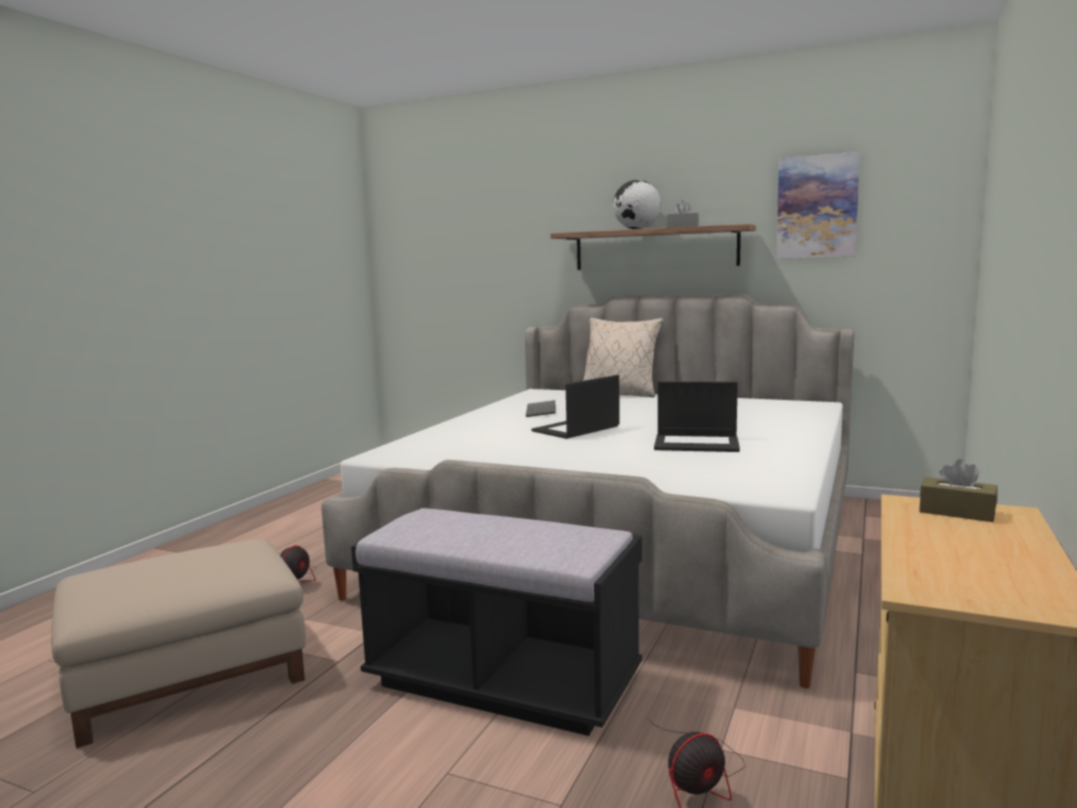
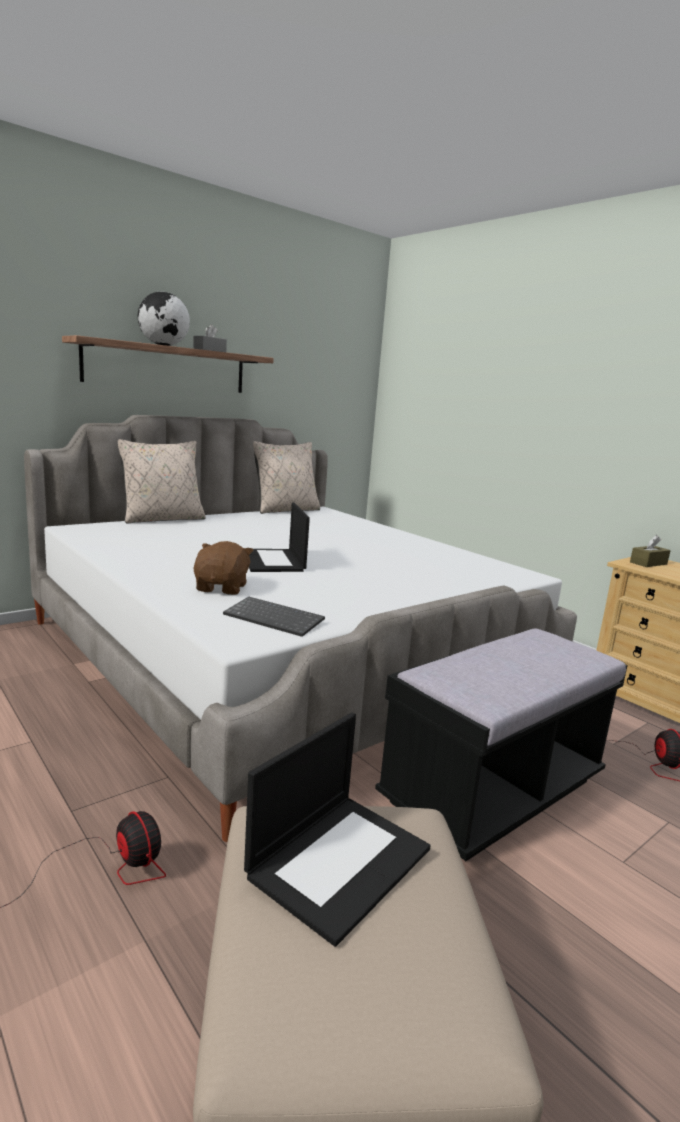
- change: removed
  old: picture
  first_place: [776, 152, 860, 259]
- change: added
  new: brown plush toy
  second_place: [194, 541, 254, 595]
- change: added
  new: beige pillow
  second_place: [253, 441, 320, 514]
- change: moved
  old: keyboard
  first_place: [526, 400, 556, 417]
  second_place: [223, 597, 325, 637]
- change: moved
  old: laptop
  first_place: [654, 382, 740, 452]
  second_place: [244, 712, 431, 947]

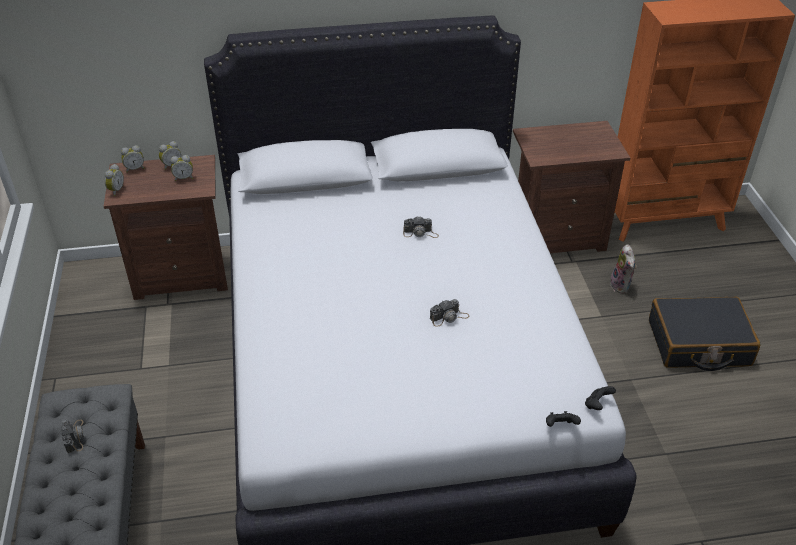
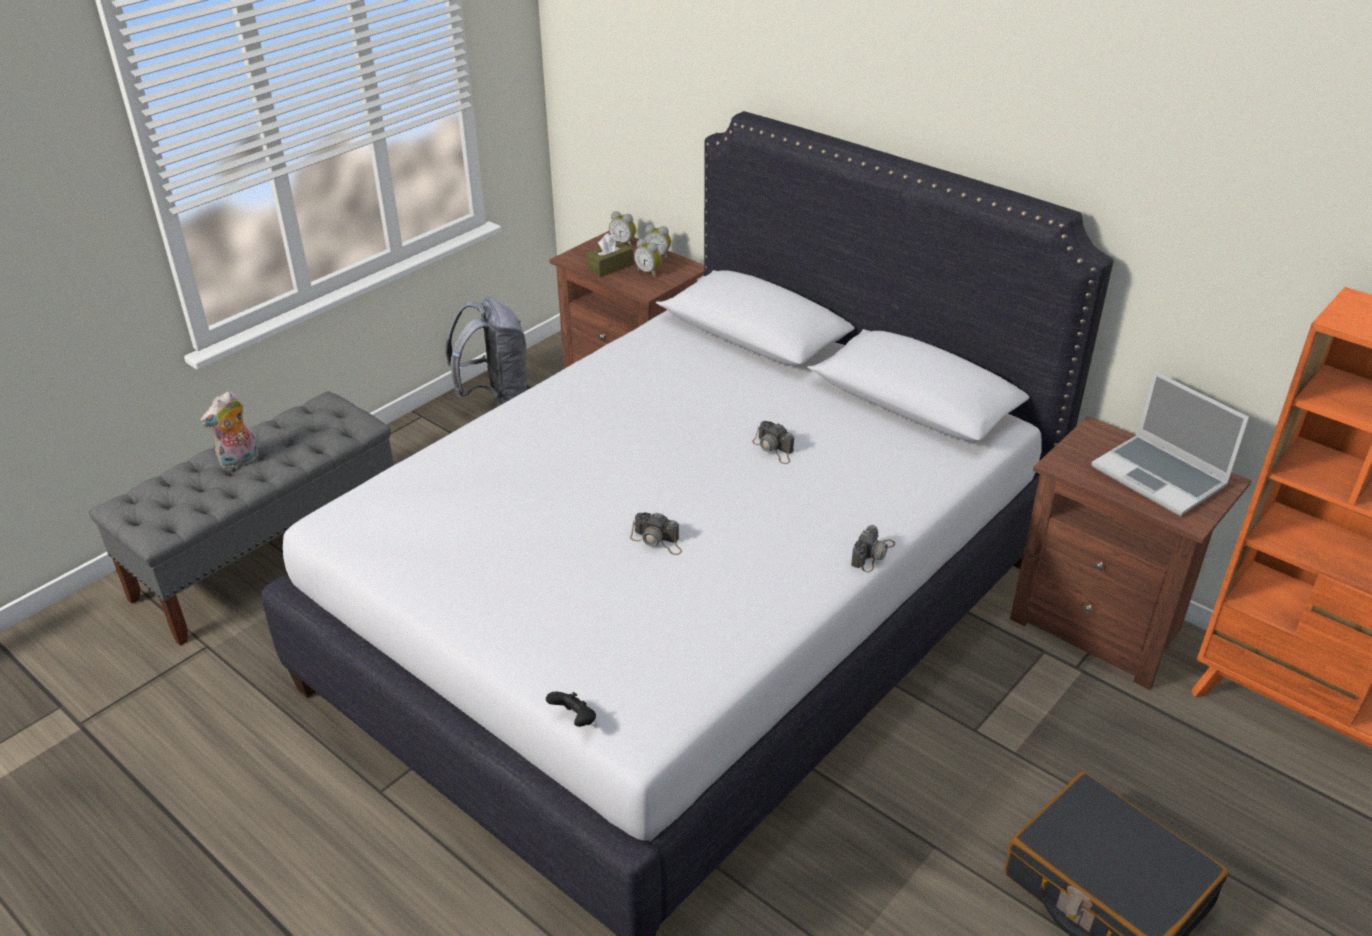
- change: removed
  old: alarm clock
  first_place: [105, 164, 124, 196]
- change: removed
  old: black game controller
  first_place: [585, 386, 616, 410]
- change: added
  new: grey backpack
  second_place: [445, 297, 529, 406]
- change: added
  new: brown tissue box
  second_place: [586, 233, 633, 277]
- change: added
  new: laptop
  second_place: [1091, 371, 1249, 516]
- change: moved
  old: photo camera
  first_place: [61, 419, 84, 453]
  second_place: [851, 525, 895, 572]
- change: moved
  old: plush toy
  first_place: [610, 244, 637, 293]
  second_place: [200, 391, 258, 470]

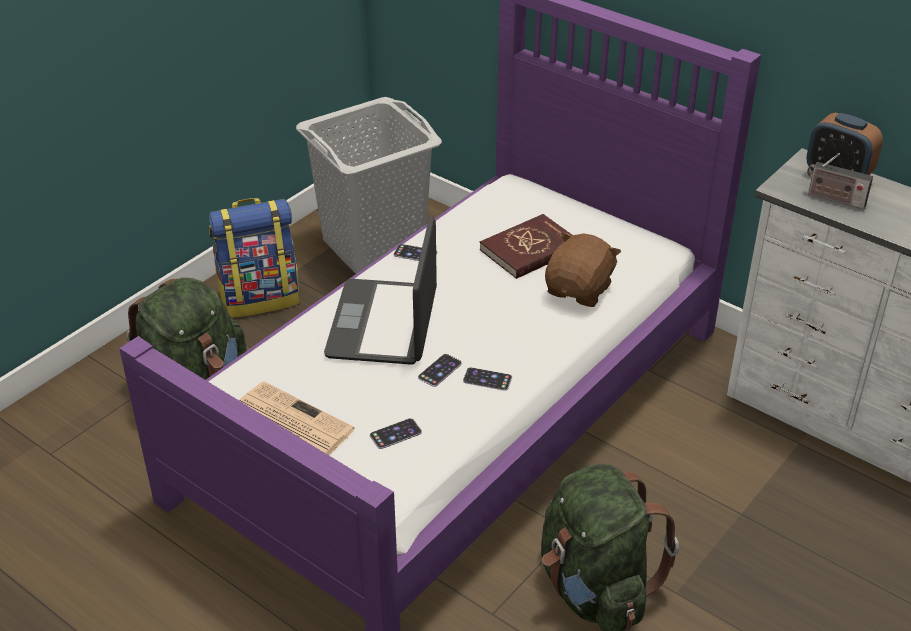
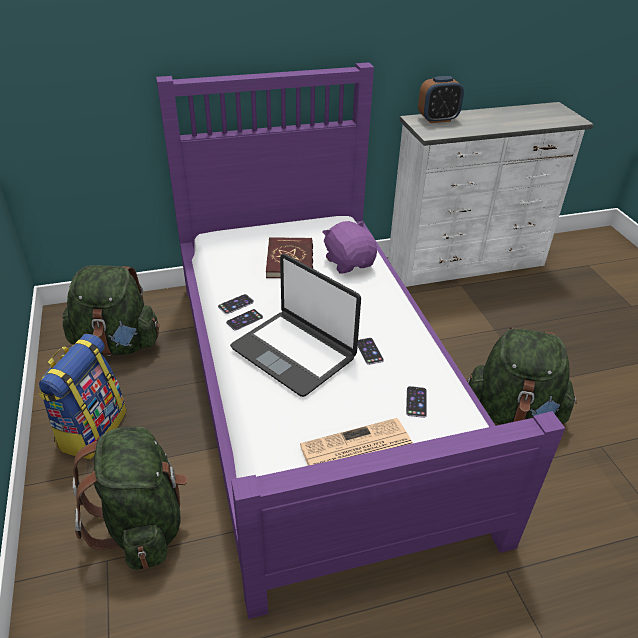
- change: removed
  old: radio
  first_place: [807, 153, 873, 209]
- change: moved
  old: phone
  first_place: [463, 367, 512, 391]
  second_place: [226, 309, 263, 331]
- change: replaced
  old: grey laundry basket
  new: green backpack
  first_place: [296, 97, 442, 274]
  second_place: [62, 265, 160, 356]
- change: recoloured
  old: brown plush toy
  new: purple plush toy
  first_place: [545, 232, 621, 307]
  second_place: [322, 221, 377, 274]

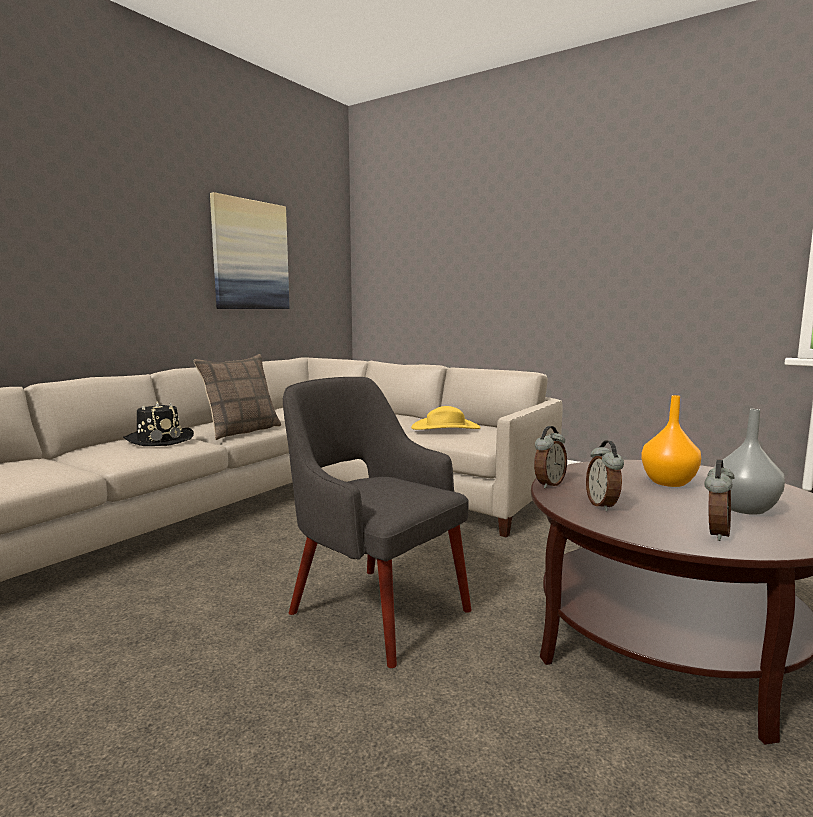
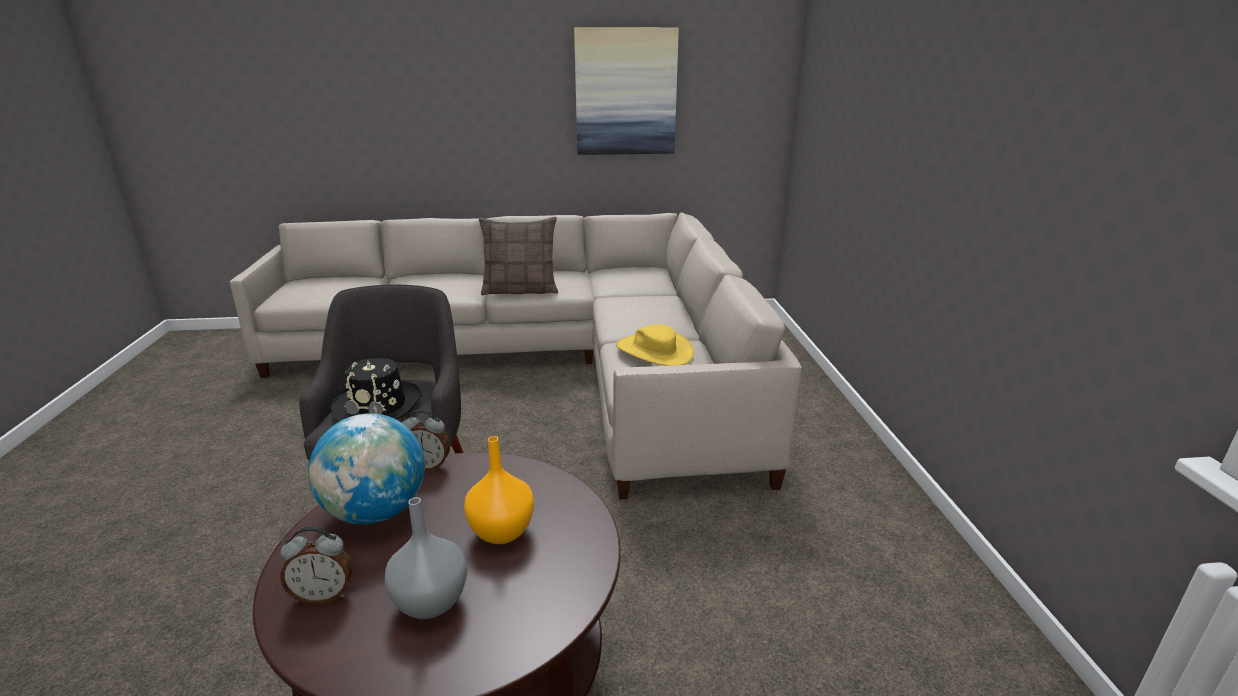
- change: moved
  old: black hat
  first_place: [123, 401, 194, 446]
  second_place: [331, 358, 422, 422]
- change: replaced
  old: alarm clock
  new: globe
  first_place: [586, 440, 624, 511]
  second_place: [308, 413, 425, 525]

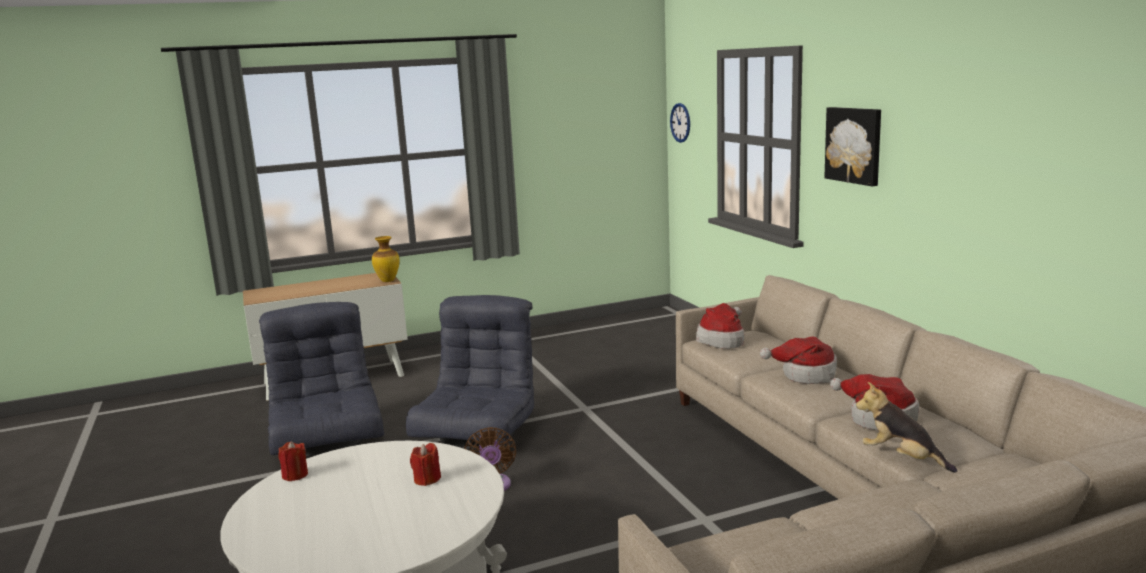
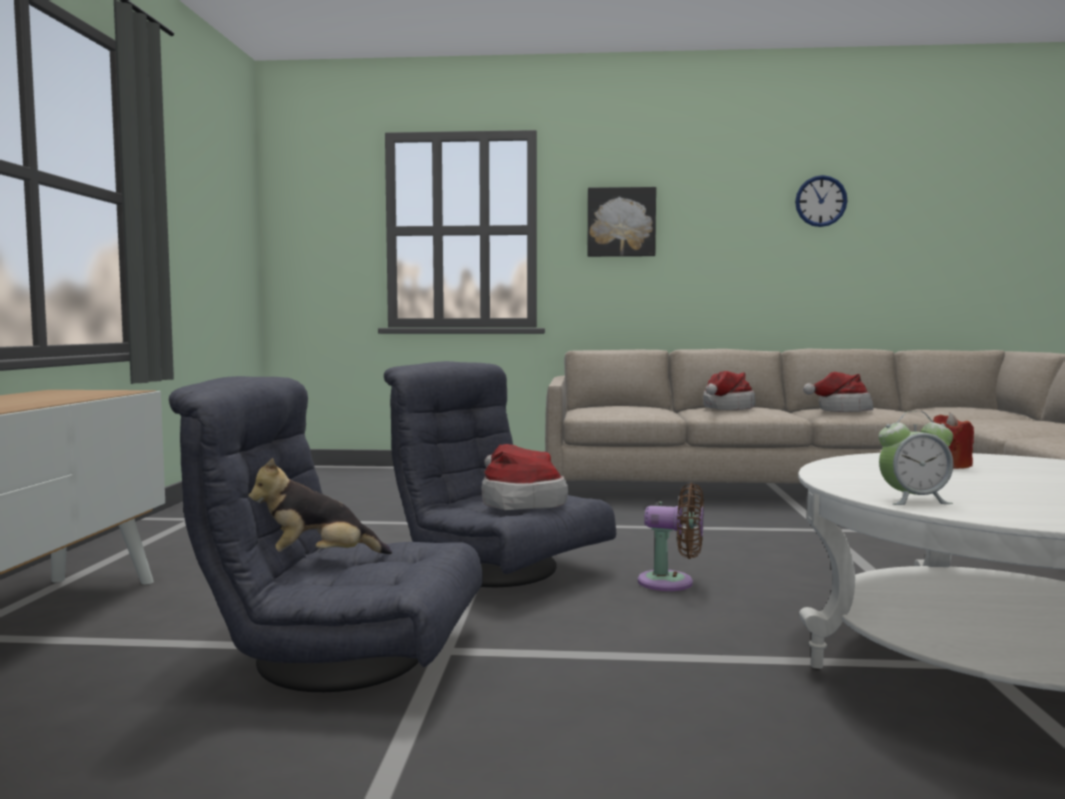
- change: removed
  old: vase
  first_place: [372, 236, 400, 282]
- change: moved
  old: wall clock
  first_place: [670, 103, 690, 143]
  second_place: [795, 175, 848, 227]
- change: moved
  old: hat
  first_place: [696, 303, 744, 349]
  second_place: [481, 444, 568, 510]
- change: moved
  old: plush toy
  first_place: [856, 382, 957, 473]
  second_place: [248, 458, 392, 554]
- change: replaced
  old: red candle
  new: alarm clock
  first_place: [278, 441, 308, 481]
  second_place: [879, 411, 953, 505]

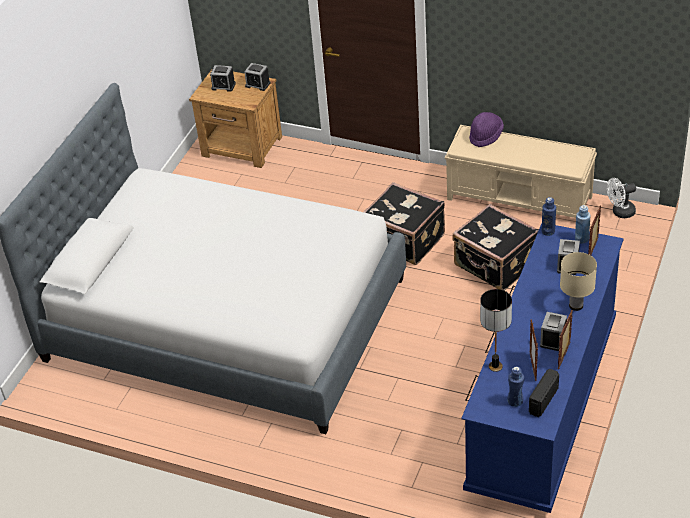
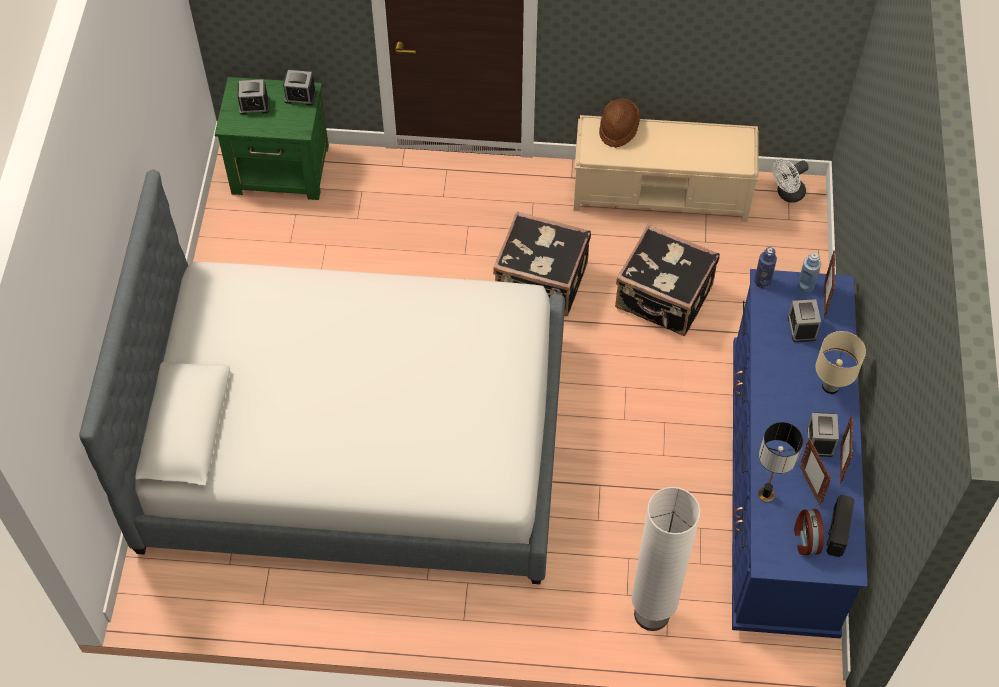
- change: added
  new: white floor lamp
  second_place: [631, 487, 700, 631]
- change: replaced
  old: blue bottle
  new: alarm clock
  first_place: [508, 367, 524, 407]
  second_place: [794, 509, 824, 555]
- change: recoloured
  old: brown nightstand
  new: green nightstand
  first_place: [189, 68, 282, 168]
  second_place: [215, 77, 329, 200]
- change: recoloured
  old: purple hat
  new: brown hat
  first_place: [469, 112, 504, 147]
  second_place: [599, 98, 641, 148]

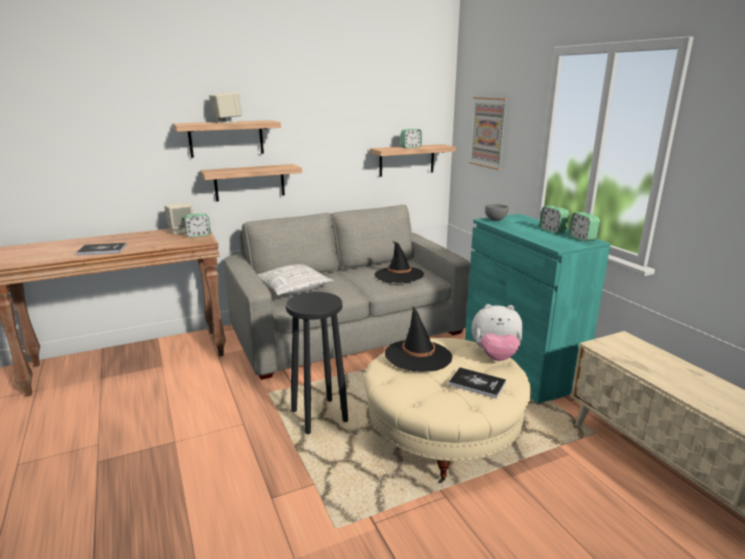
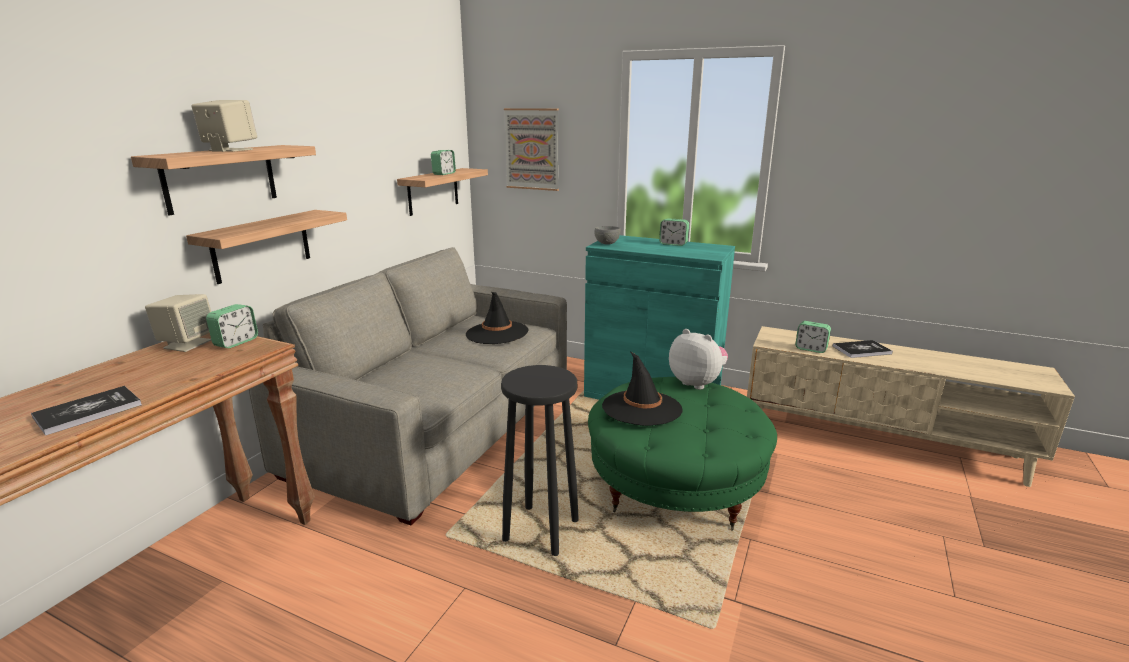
- change: removed
  old: pillow
  first_place: [257, 264, 334, 295]
- change: moved
  old: book
  first_place: [449, 367, 506, 399]
  second_place: [833, 340, 893, 358]
- change: moved
  old: alarm clock
  first_place: [569, 212, 600, 241]
  second_place: [795, 321, 831, 353]
- change: recoloured
  old: beige ottoman
  new: green ottoman
  first_place: [364, 338, 531, 483]
  second_place: [588, 377, 777, 531]
- change: turned
  old: plush toy
  first_place: [472, 304, 523, 361]
  second_place: [669, 329, 728, 390]
  degrees: -105

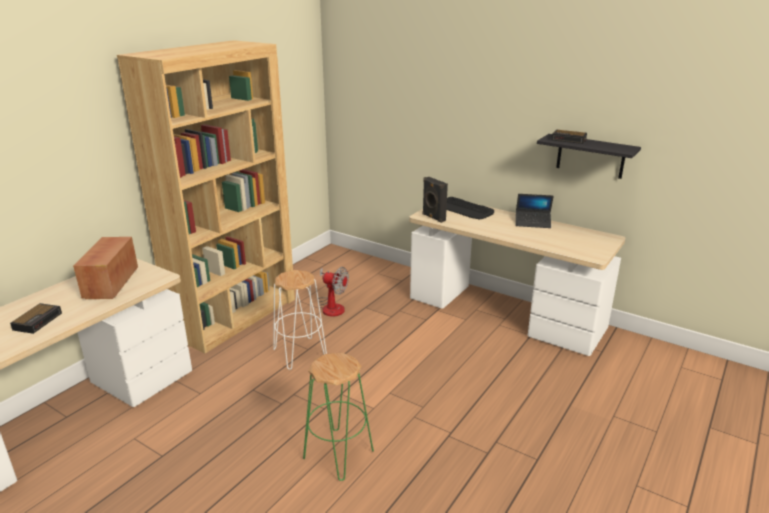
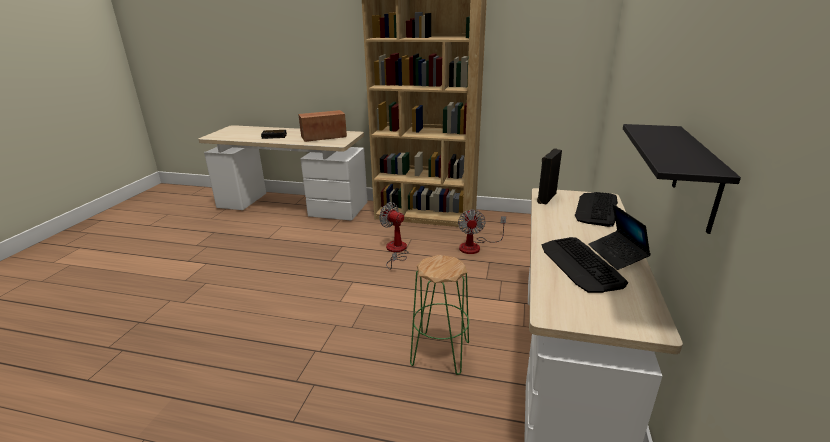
- change: removed
  old: alarm clock
  first_place: [552, 130, 587, 144]
- change: added
  new: keyboard
  second_place: [542, 237, 628, 293]
- change: moved
  old: green stool
  first_place: [303, 353, 374, 481]
  second_place: [410, 255, 469, 375]
- change: replaced
  old: white stool
  new: fan
  first_place: [273, 270, 327, 370]
  second_place: [379, 202, 408, 270]

